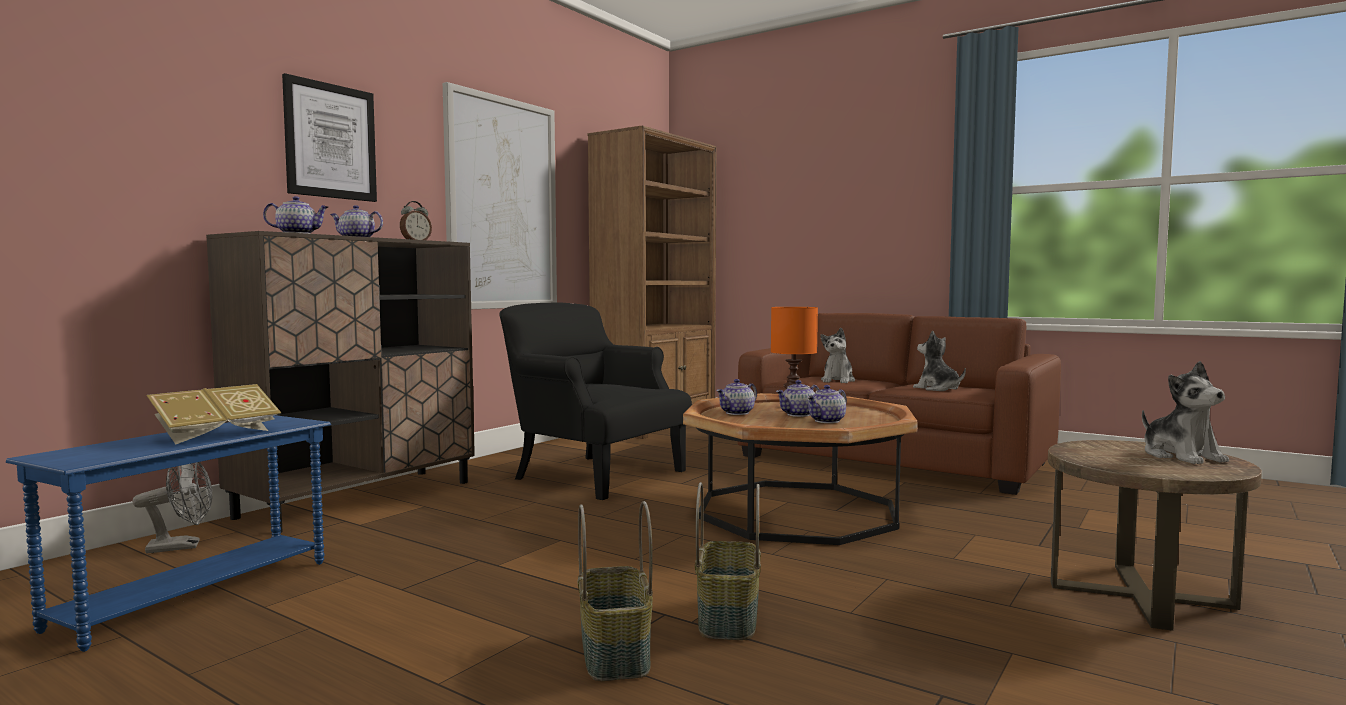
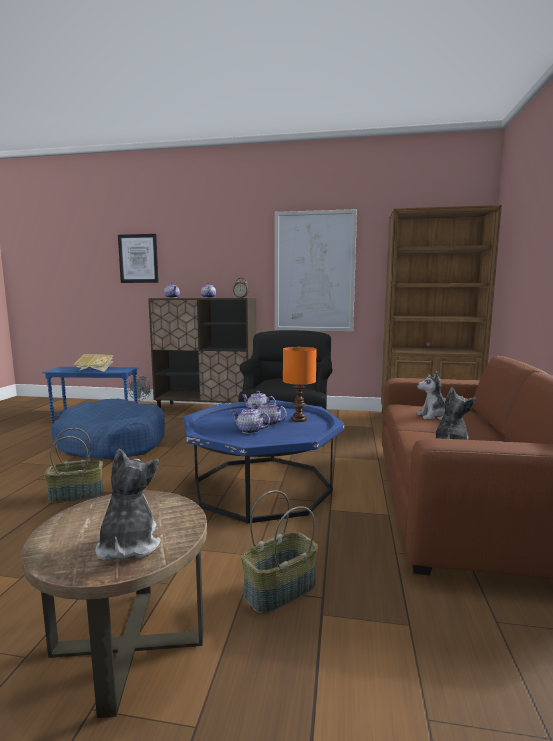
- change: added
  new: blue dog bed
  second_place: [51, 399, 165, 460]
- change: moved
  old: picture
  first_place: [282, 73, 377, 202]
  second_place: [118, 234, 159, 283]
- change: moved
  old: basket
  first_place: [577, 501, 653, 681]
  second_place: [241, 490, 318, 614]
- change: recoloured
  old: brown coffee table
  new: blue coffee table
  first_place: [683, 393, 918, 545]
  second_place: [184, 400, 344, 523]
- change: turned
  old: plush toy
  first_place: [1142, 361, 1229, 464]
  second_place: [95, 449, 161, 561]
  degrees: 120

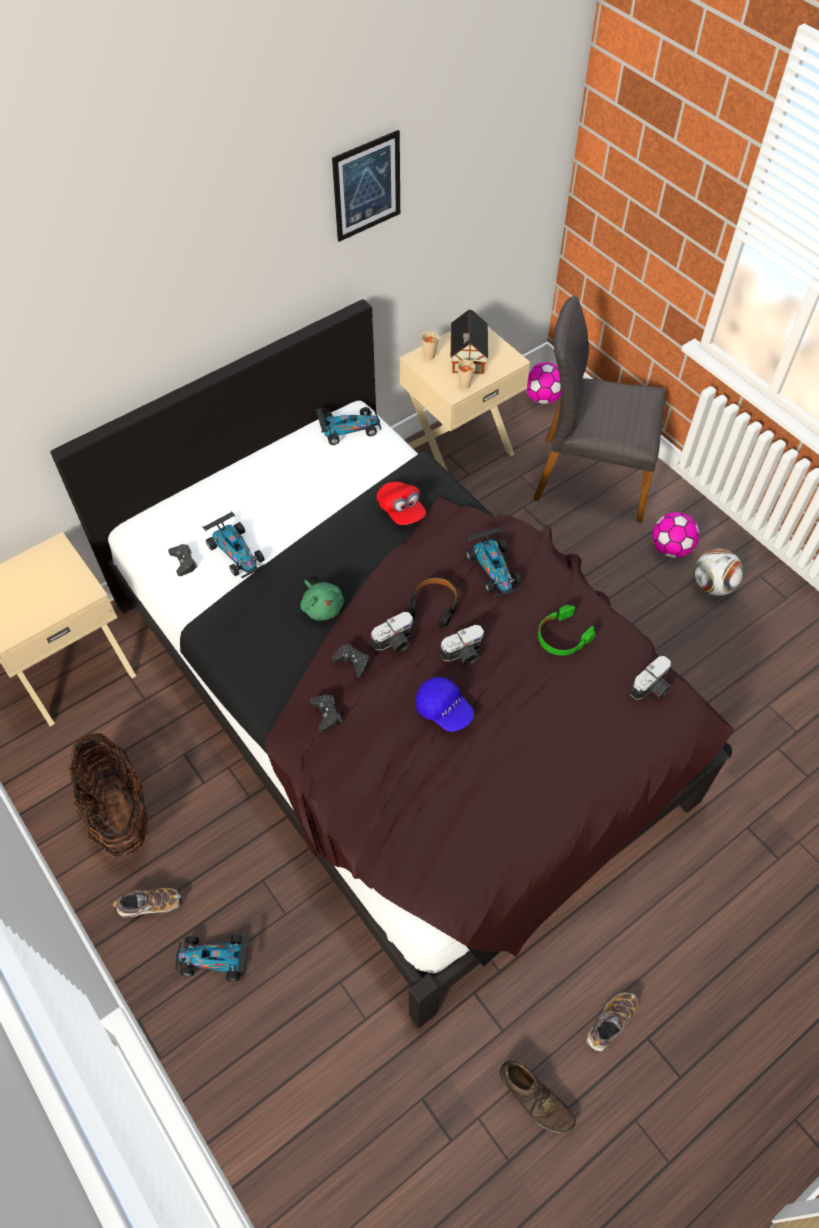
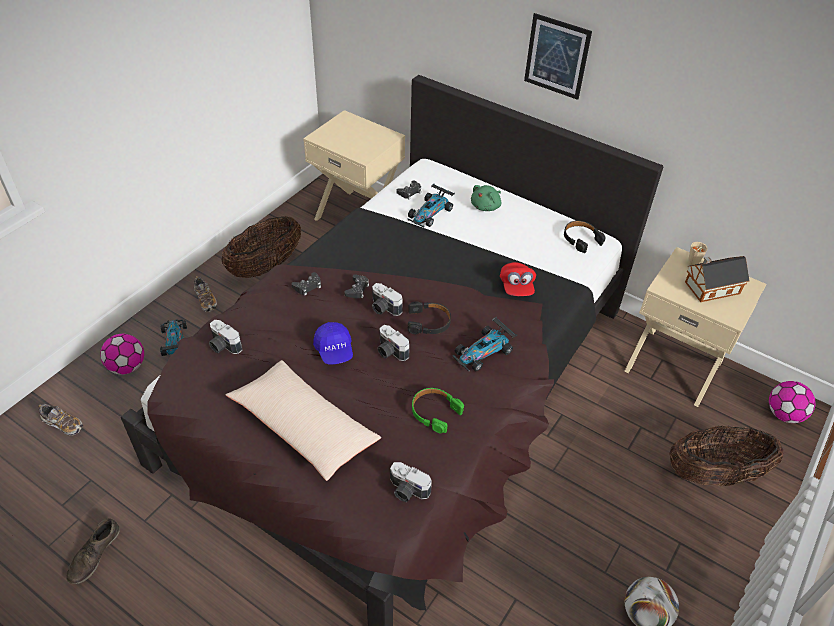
- change: removed
  old: beige cup
  first_place: [457, 360, 482, 389]
- change: added
  new: photo camera
  second_place: [209, 320, 242, 354]
- change: added
  new: beige pillow
  second_place: [226, 360, 381, 481]
- change: moved
  old: green plush toy
  first_place: [300, 580, 344, 621]
  second_place: [471, 185, 502, 211]
- change: moved
  old: picture
  first_place: [332, 130, 400, 242]
  second_place: [524, 13, 592, 100]
- change: moved
  old: shoe
  first_place: [586, 992, 638, 1052]
  second_place: [38, 404, 83, 436]
- change: moved
  old: football
  first_place: [652, 512, 699, 558]
  second_place: [100, 334, 144, 375]
- change: replaced
  old: toy car
  new: black headphones
  first_place: [315, 407, 381, 445]
  second_place: [564, 221, 605, 253]
- change: replaced
  old: grey chair
  new: basket
  first_place: [533, 296, 666, 523]
  second_place: [669, 426, 783, 486]
- change: turned
  old: red cap
  first_place: [377, 482, 426, 525]
  second_place: [500, 262, 536, 296]
  degrees: -45
- change: turned
  old: blue cap
  first_place: [416, 677, 474, 732]
  second_place: [313, 322, 353, 364]
  degrees: -45

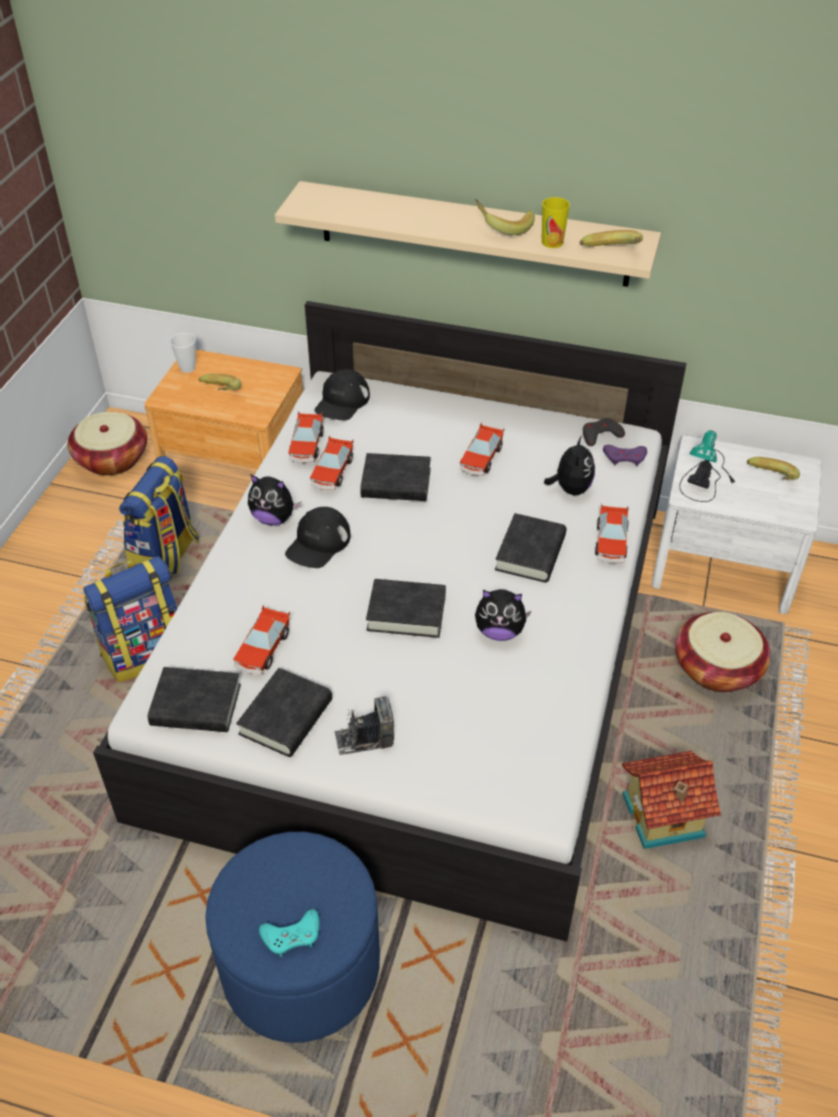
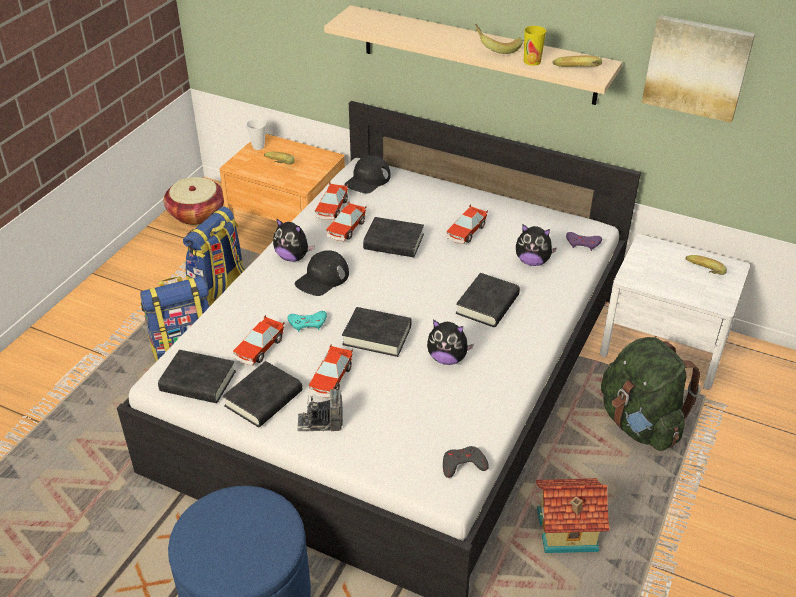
- change: removed
  old: table lamp
  first_place: [679, 430, 735, 502]
- change: added
  new: picture
  second_place: [642, 15, 755, 123]
- change: moved
  old: turquoise game controller
  first_place: [259, 909, 320, 957]
  second_place: [287, 311, 327, 332]
- change: moved
  old: grey game controller
  first_place: [583, 418, 625, 446]
  second_place: [443, 446, 489, 478]
- change: moved
  old: toy car
  first_place: [595, 504, 629, 563]
  second_place: [308, 344, 353, 398]
- change: replaced
  old: basket
  new: green backpack
  first_place: [675, 612, 771, 692]
  second_place: [601, 337, 701, 451]
- change: turned
  old: plush toy
  first_place: [544, 435, 595, 495]
  second_place: [516, 224, 557, 266]
  degrees: 90

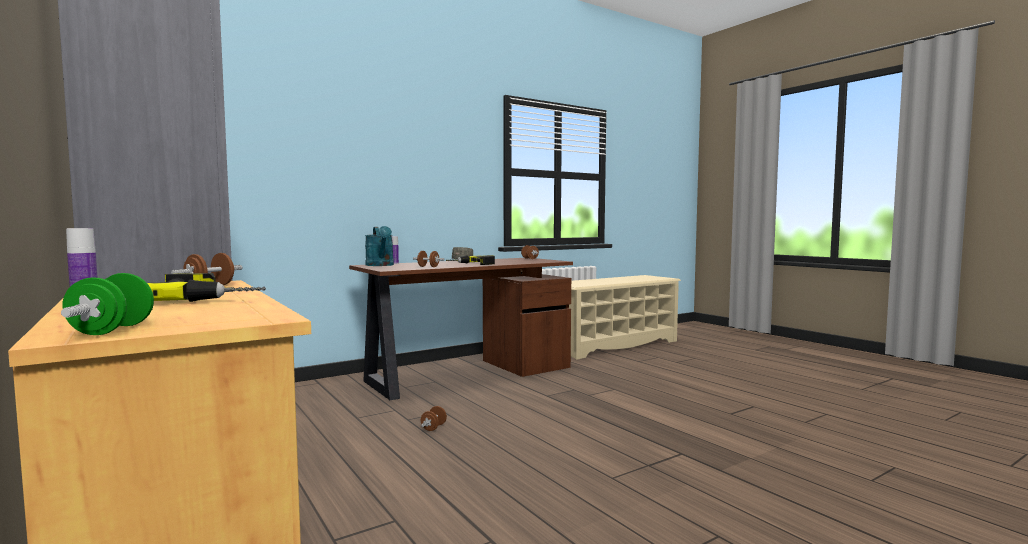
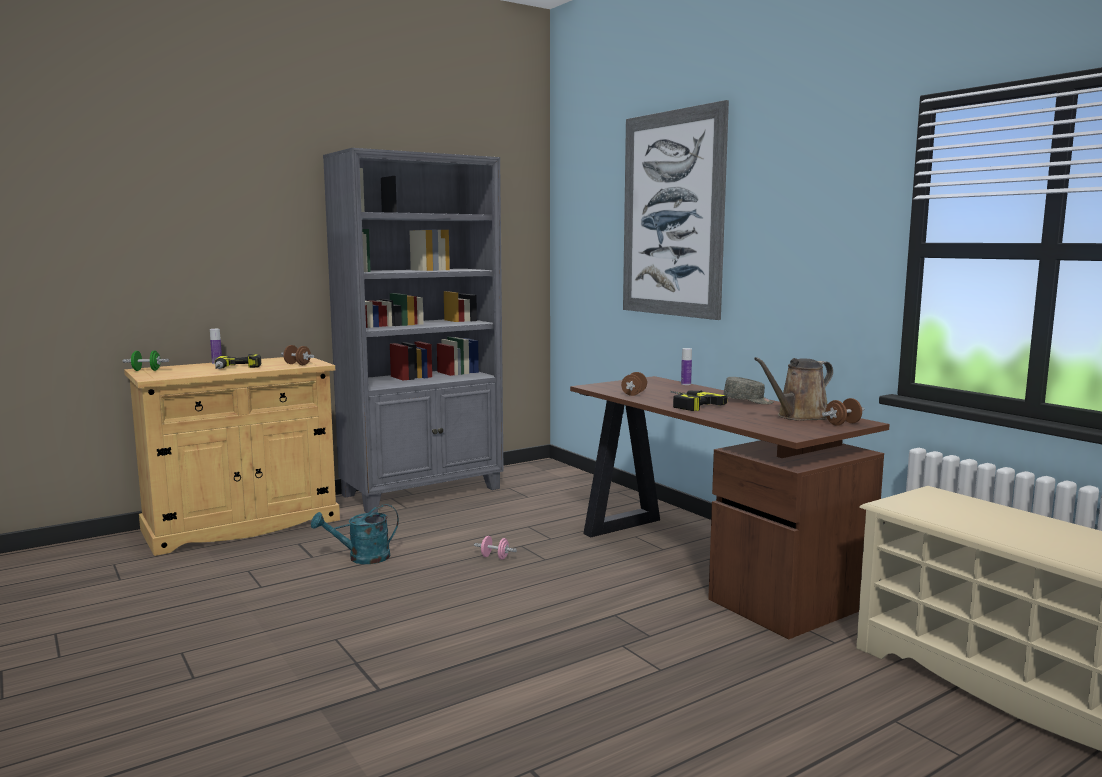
- change: added
  new: picture
  second_place: [623, 100, 729, 320]
- change: added
  new: brown watering can
  second_place: [754, 357, 833, 421]
- change: moved
  old: turquoise watering can
  first_place: [365, 226, 394, 266]
  second_place: [311, 504, 399, 564]
- change: recoloured
  old: brown dumbbell
  new: pink dumbbell
  first_place: [421, 406, 447, 431]
  second_place: [474, 536, 517, 560]

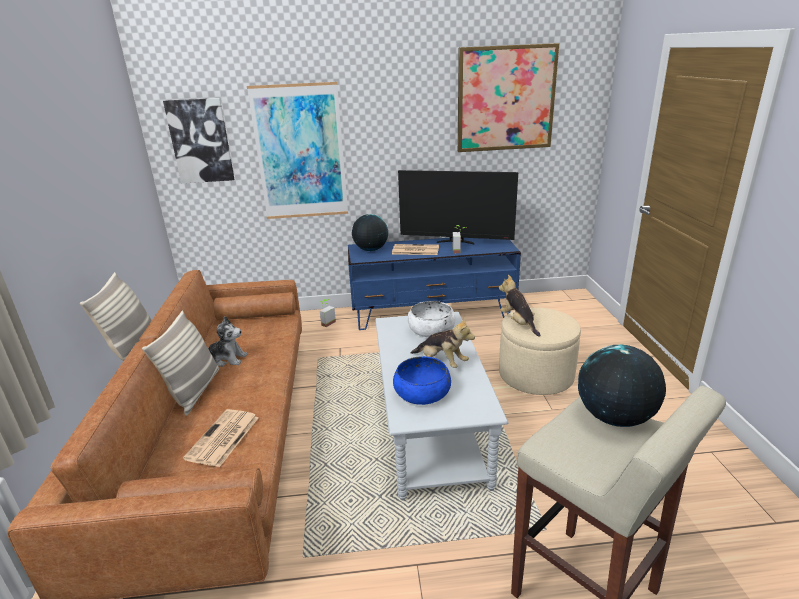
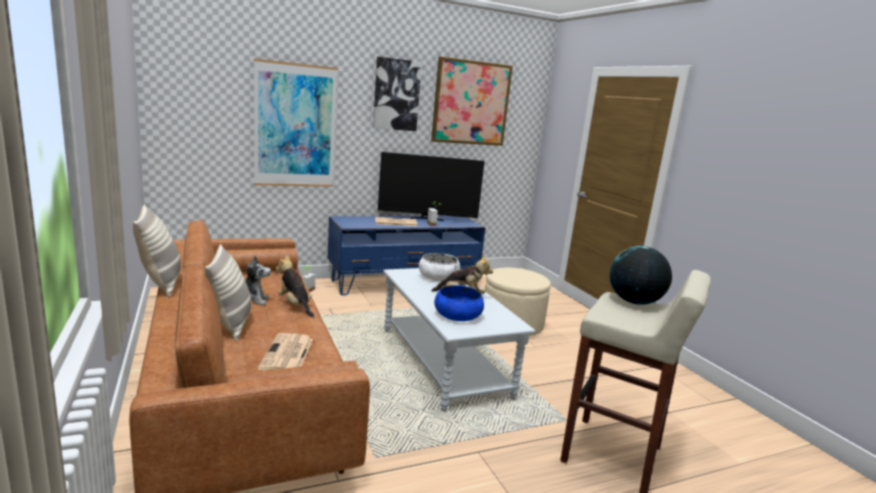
- change: removed
  old: globe
  first_place: [352, 214, 388, 251]
- change: moved
  old: picture
  first_place: [163, 98, 234, 183]
  second_place: [373, 57, 422, 131]
- change: moved
  old: plush toy
  first_place: [499, 275, 541, 337]
  second_place: [276, 255, 314, 317]

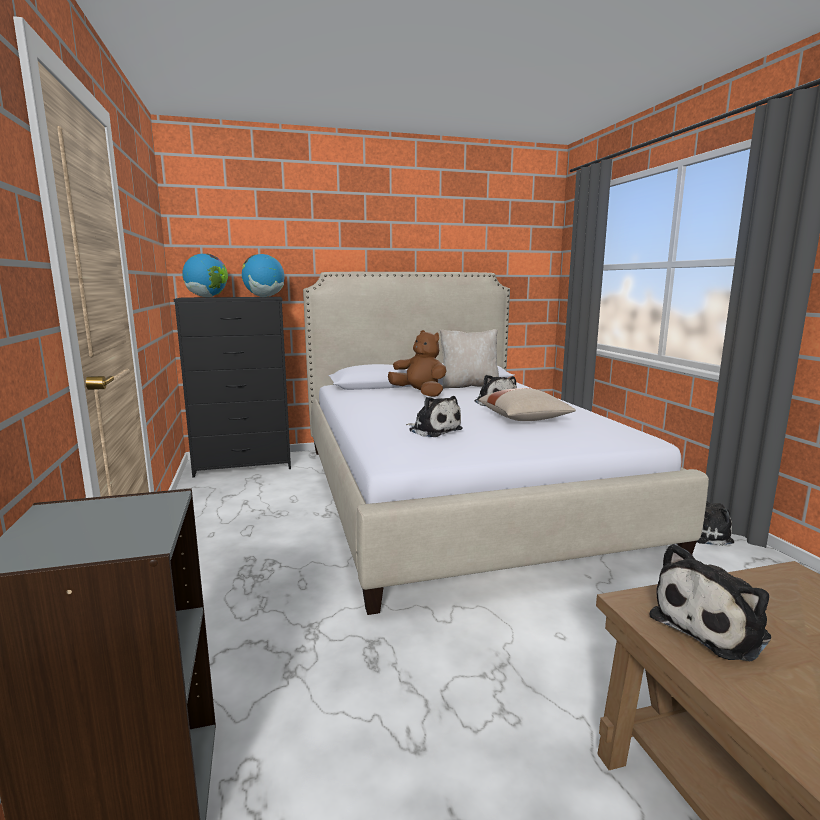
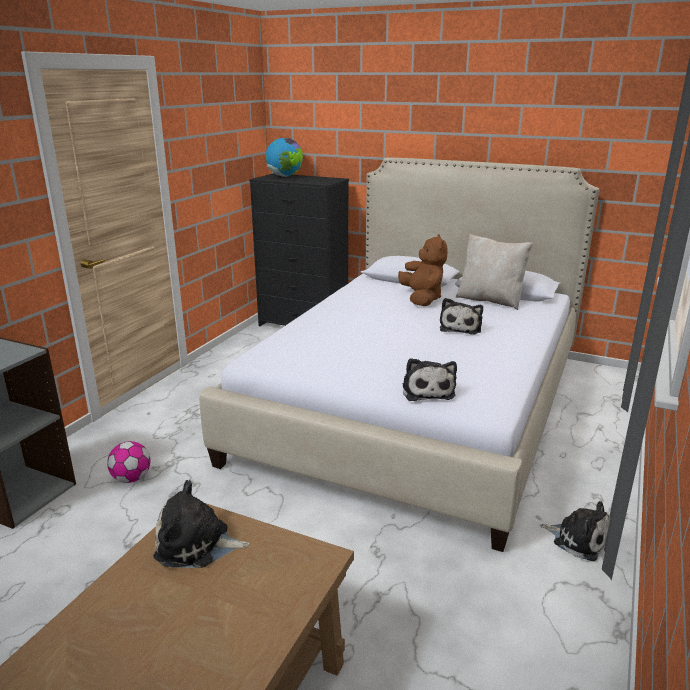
- change: removed
  old: globe
  first_place: [242, 254, 284, 297]
- change: removed
  old: beige pillow
  first_place: [479, 388, 576, 421]
- change: added
  new: football
  second_place: [107, 441, 150, 483]
- change: moved
  old: plush toy
  first_place: [406, 396, 463, 437]
  second_place: [402, 358, 457, 401]

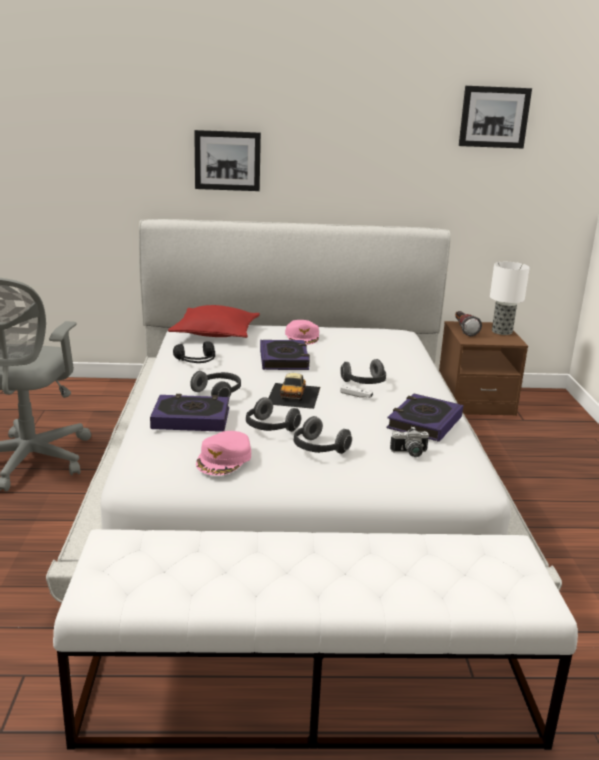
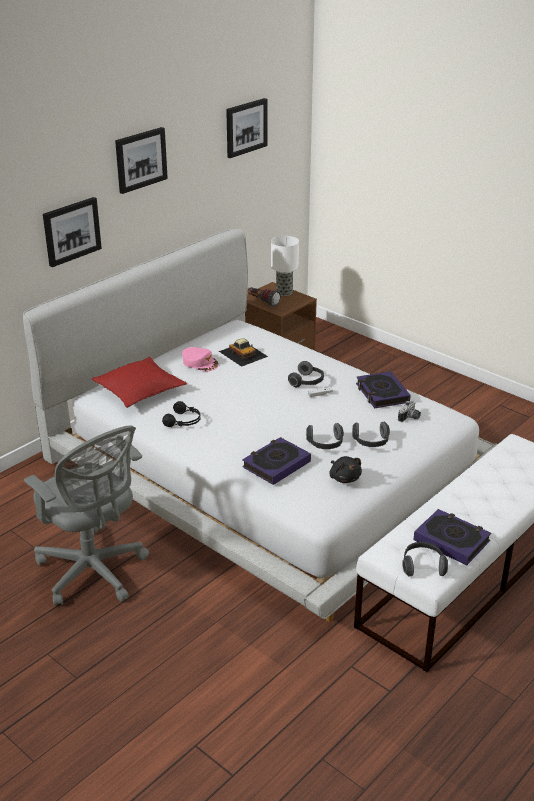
- change: added
  new: picture
  second_place: [115, 127, 168, 194]
- change: moved
  old: headphones
  first_place: [190, 371, 241, 397]
  second_place: [402, 542, 448, 577]
- change: moved
  old: book
  first_place: [260, 340, 310, 370]
  second_place: [413, 509, 491, 565]
- change: moved
  old: toy car
  first_place: [268, 373, 320, 409]
  second_place: [219, 338, 268, 367]
- change: replaced
  old: pink cap
  new: black plush toy
  first_place: [196, 431, 251, 476]
  second_place: [330, 456, 362, 483]

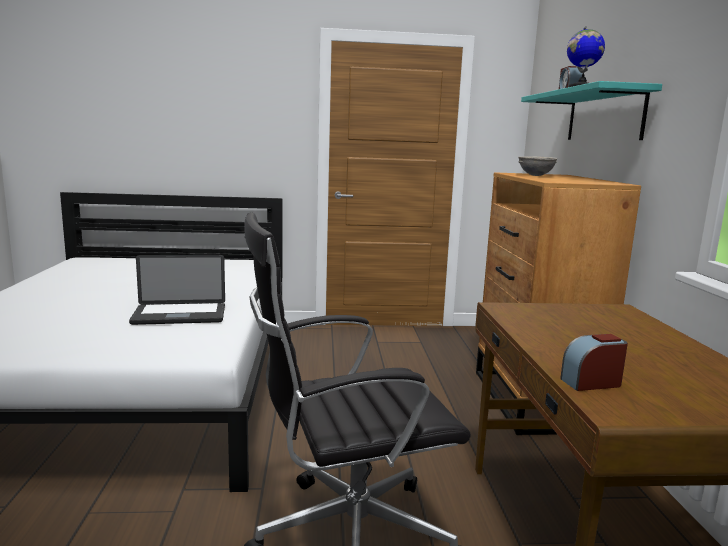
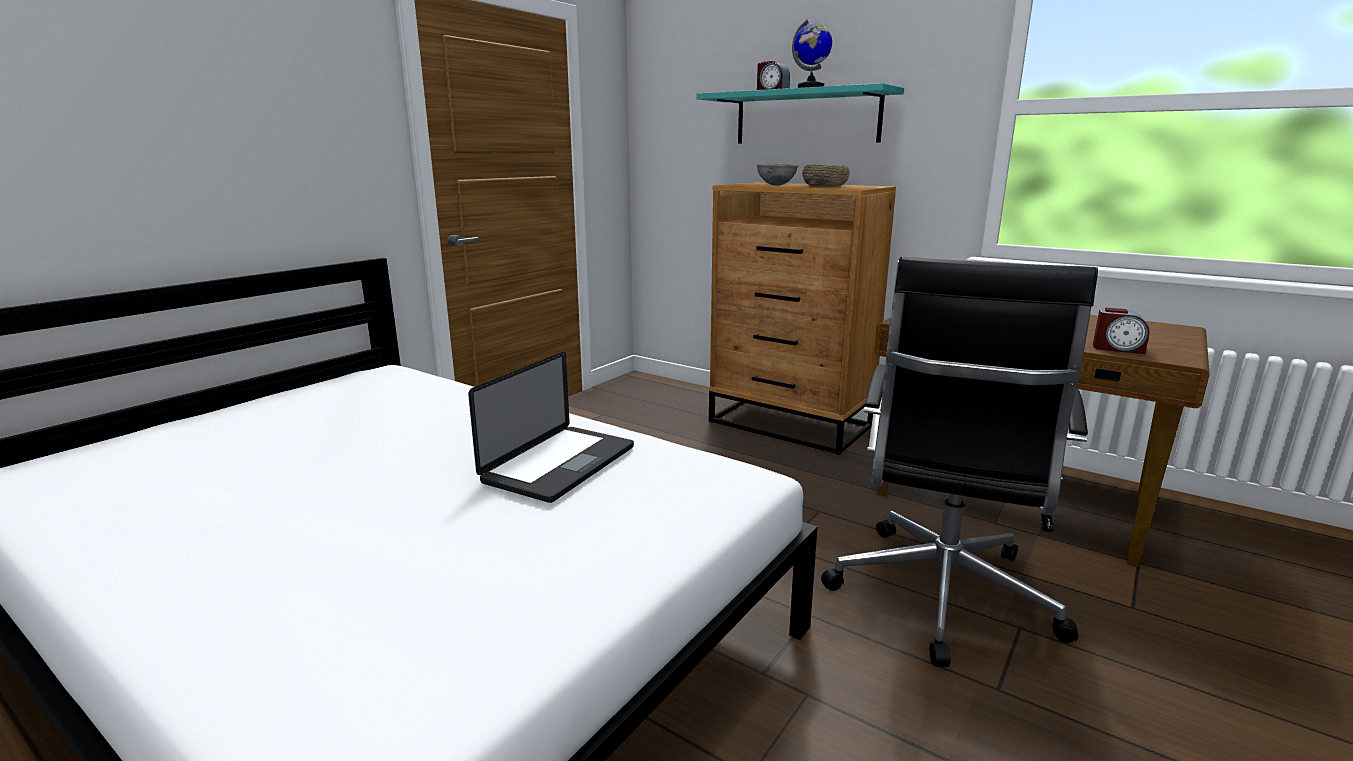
- change: added
  new: beige bowl
  second_place: [802, 164, 850, 187]
- change: turned
  old: alarm clock
  first_place: [560, 334, 628, 391]
  second_place: [1093, 308, 1149, 354]
  degrees: -90

